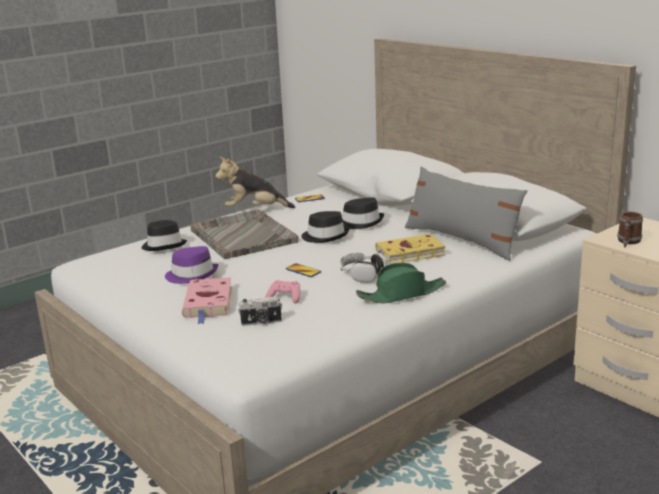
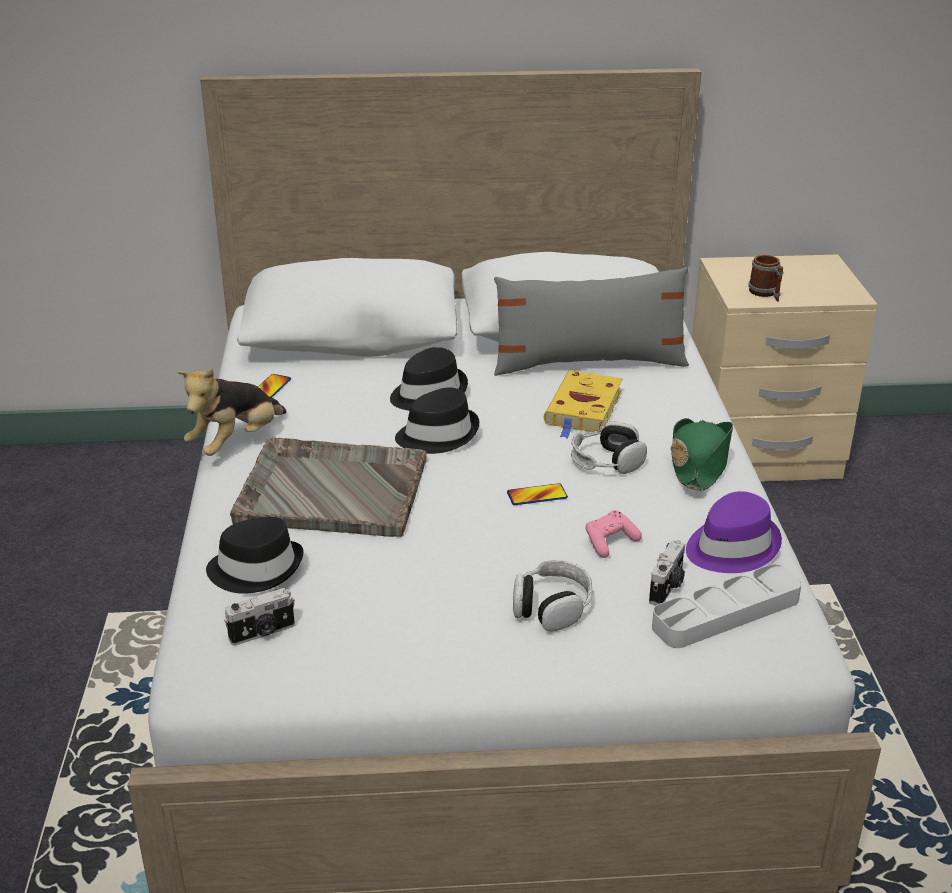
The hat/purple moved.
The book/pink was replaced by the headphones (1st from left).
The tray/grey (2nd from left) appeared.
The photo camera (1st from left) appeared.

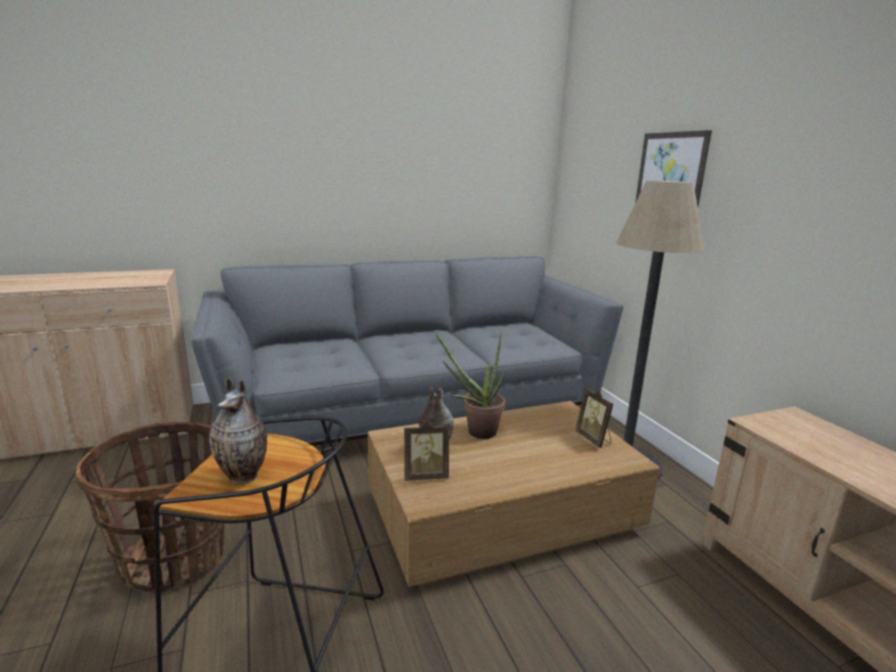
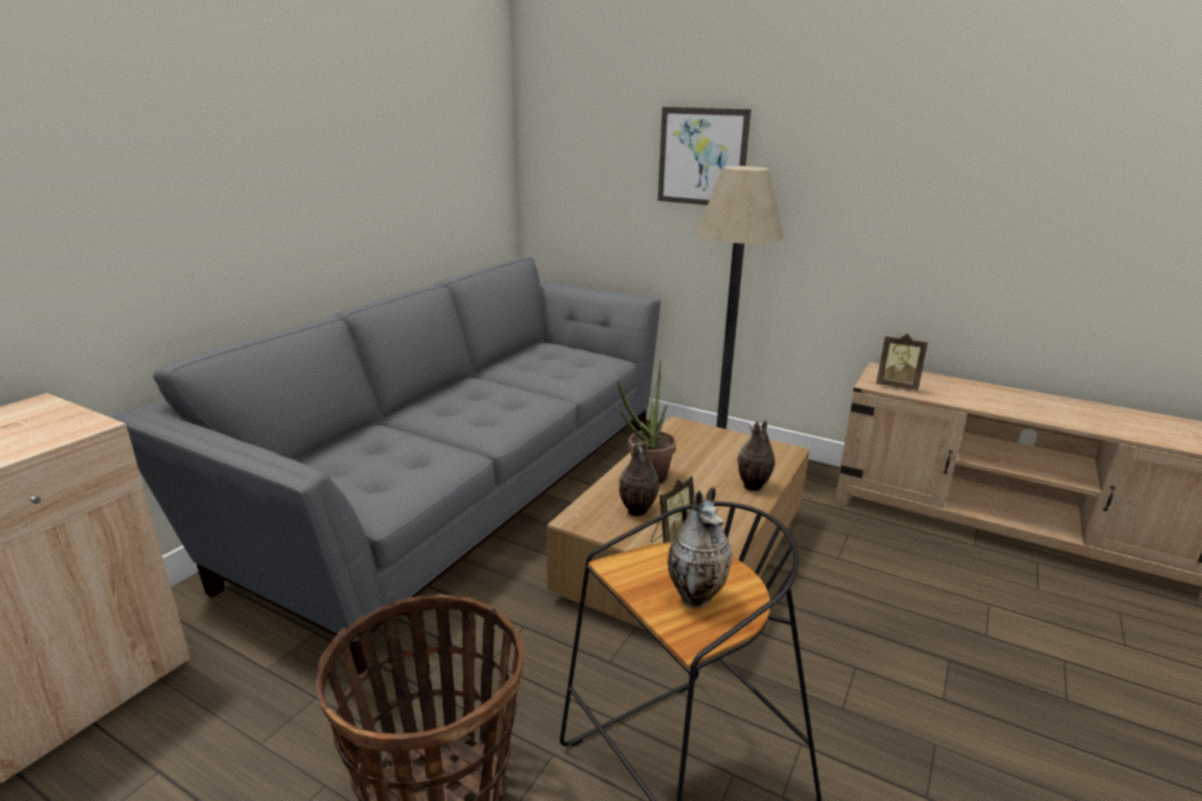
The picture frame (2nd from left) moved.
The vase (3rd from left) appeared.

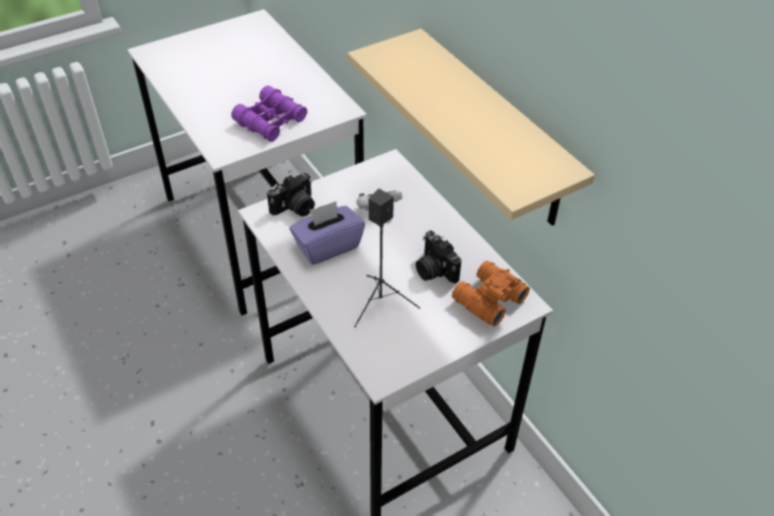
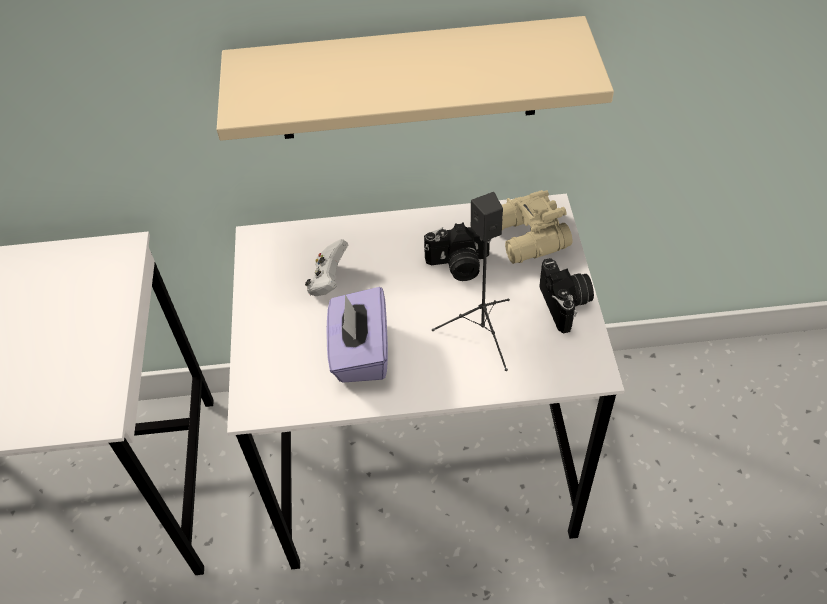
The binoculars/purple disappeared.
The photo camera (1st from left in the first image) moved.
The binoculars/orange became the binoculars/beige.

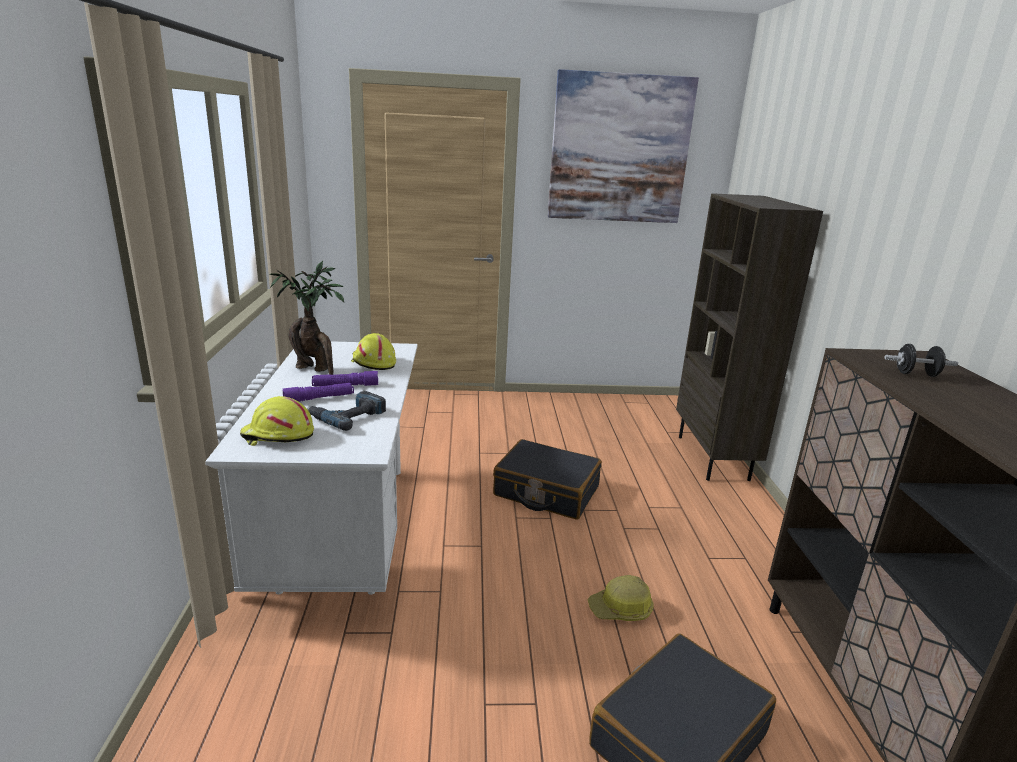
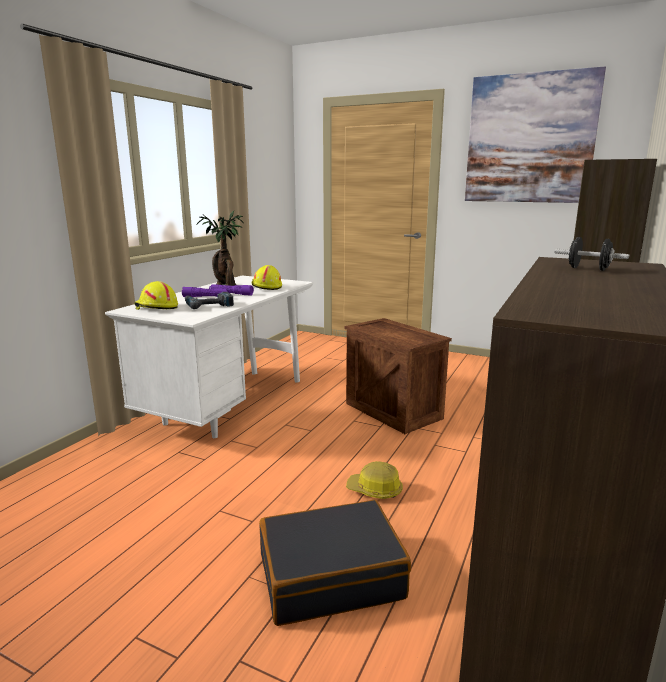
The suitcase/black (1st from left) was replaced by the crate.

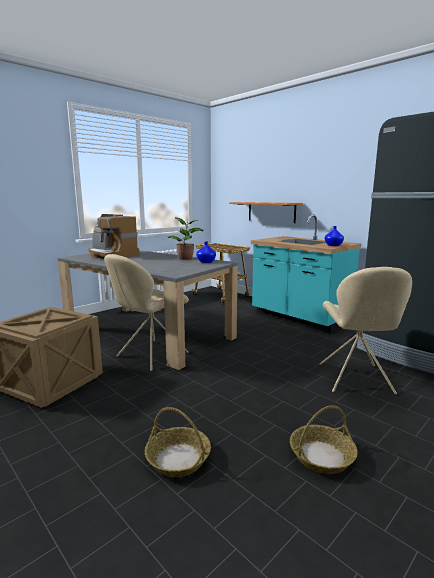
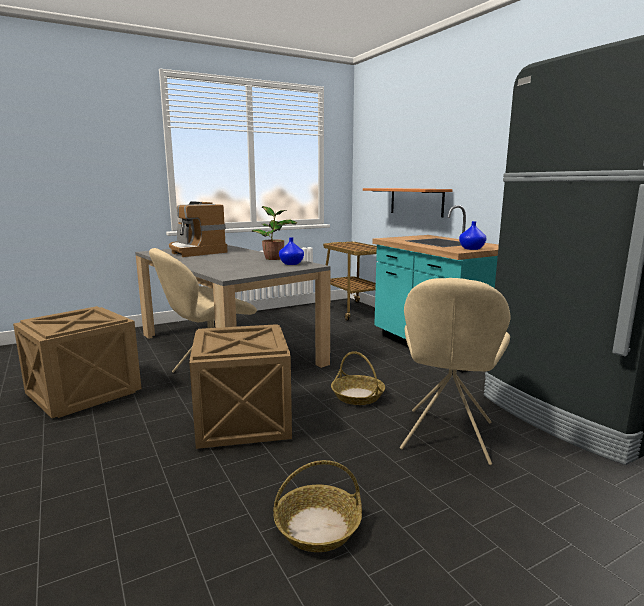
The basket (1st from left in the first image) moved.
The crate (2nd from left) appeared.

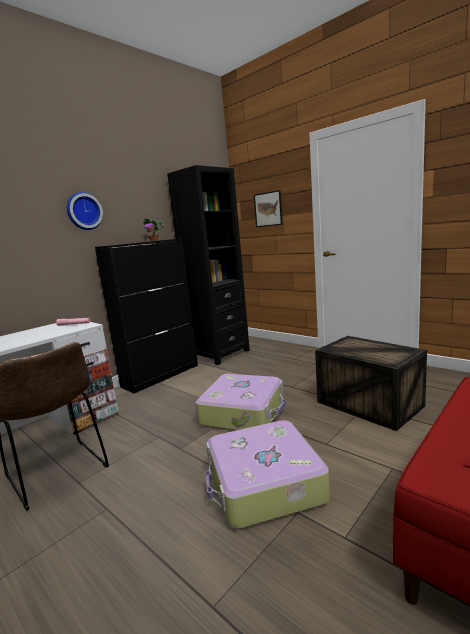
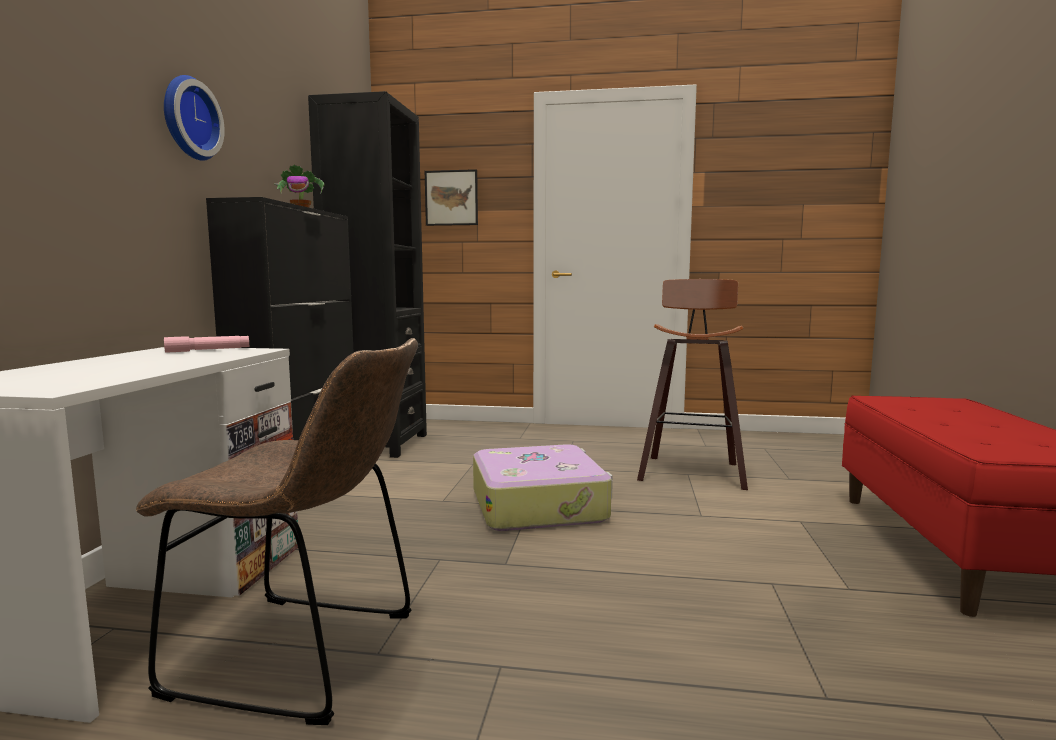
The crate was replaced by the stool.
The suitcase (2nd from left) disappeared.

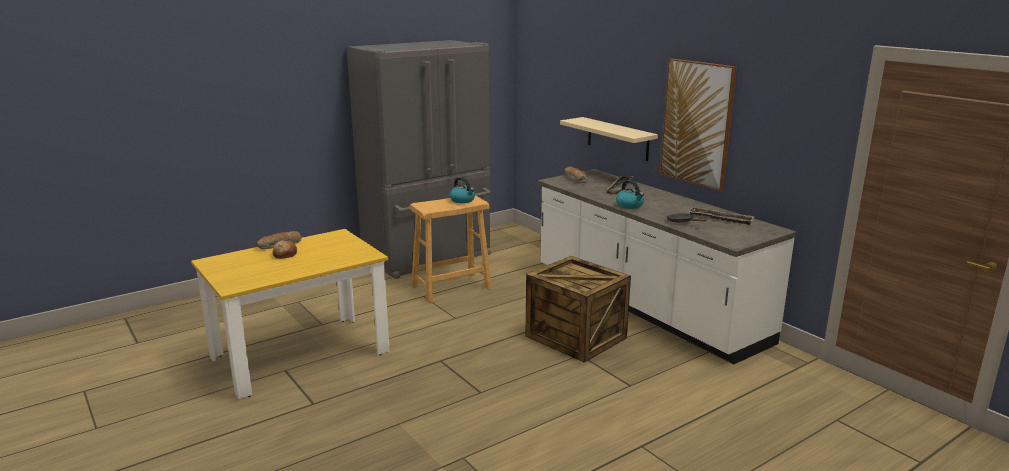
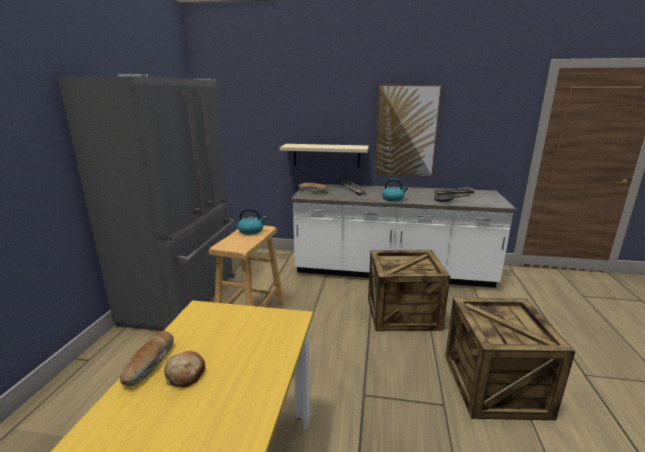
The crate (2nd from left) appeared.

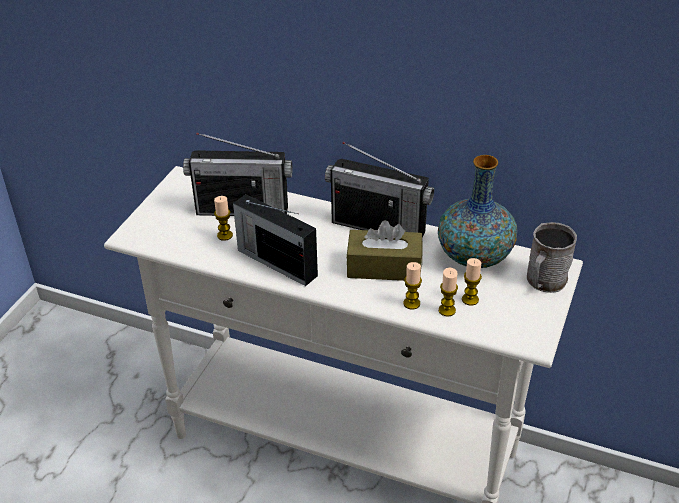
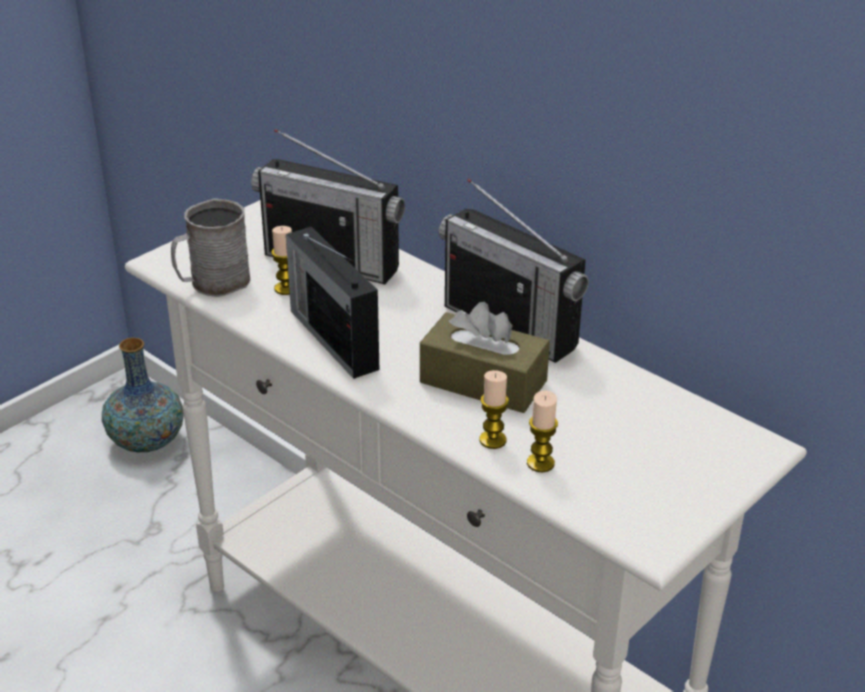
The vase moved.
The mug/grey moved.
The candle (4th from left) disappeared.

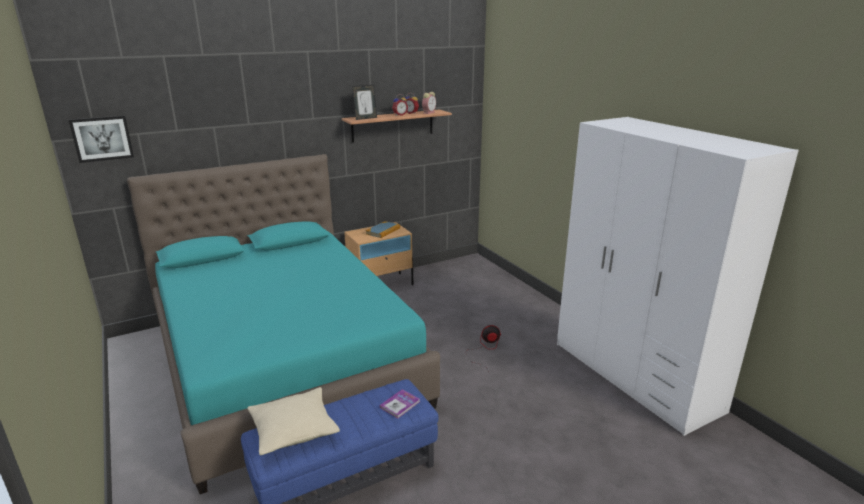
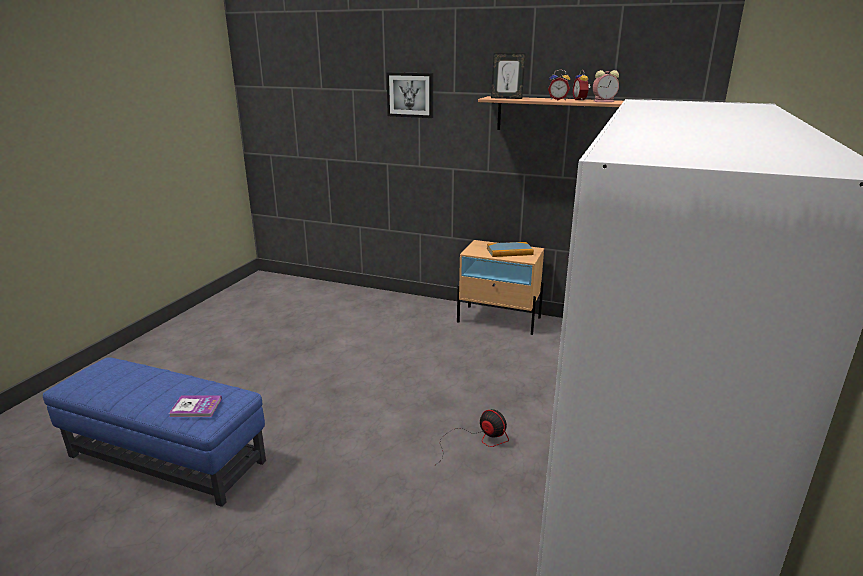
The picture moved.
The bed/turquoise disappeared.
The pillow/beige disappeared.

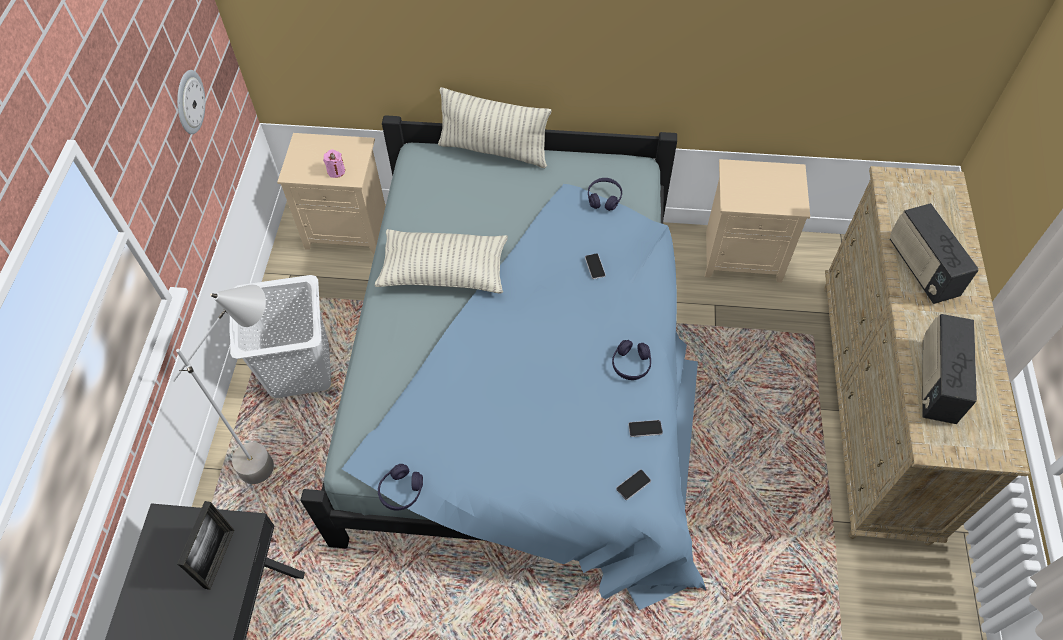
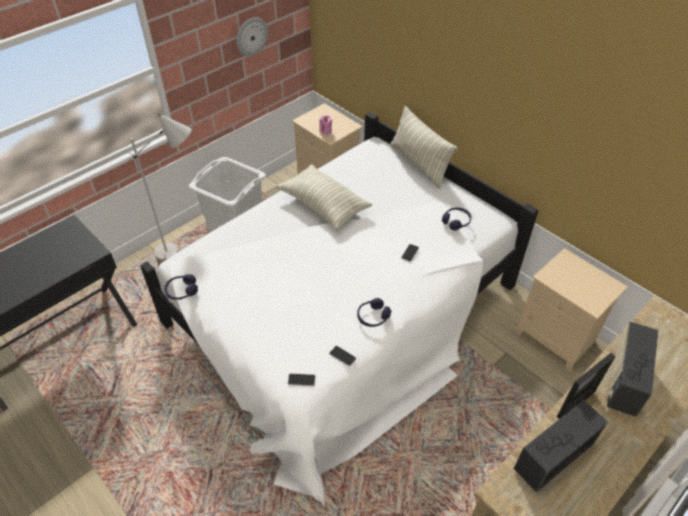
The bed/blue became the bed/white.
The picture frame moved.

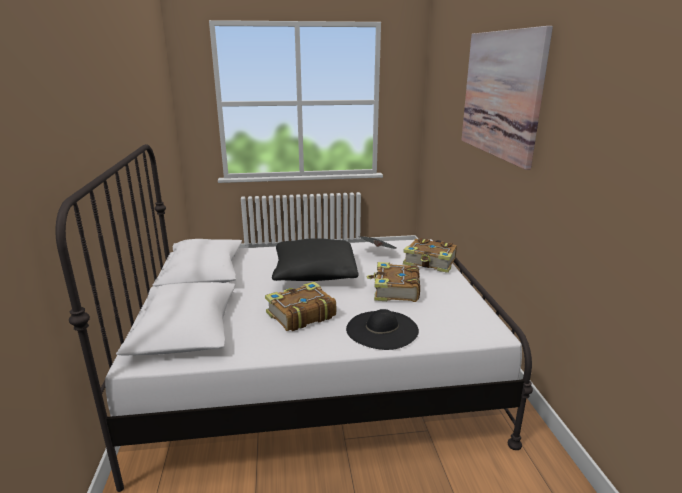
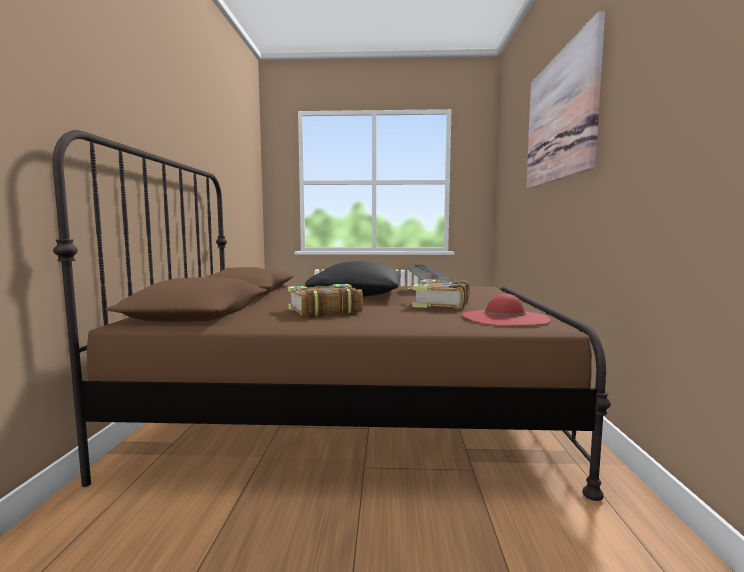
The bed/white became the bed/brown.
The book (3rd from left) disappeared.
The hat/black disappeared.
The hat/red appeared.

